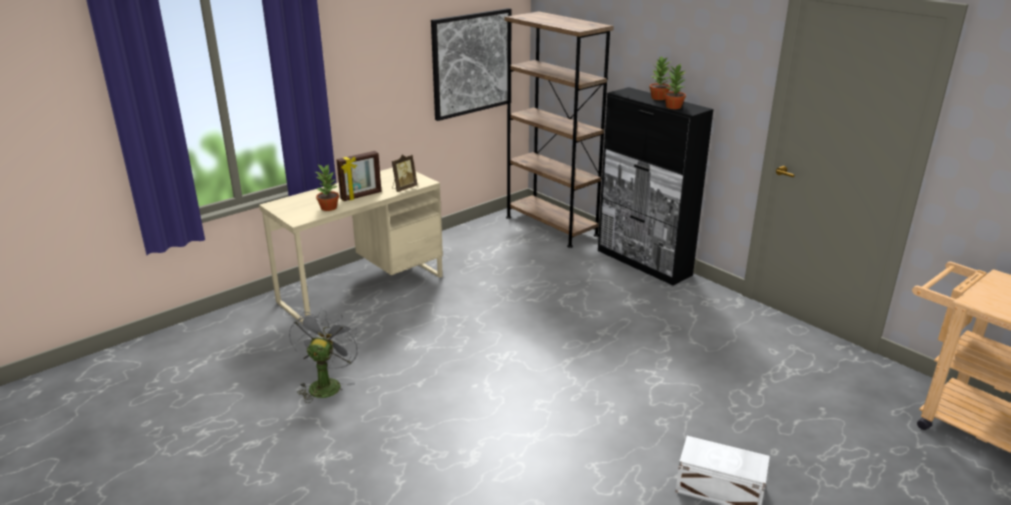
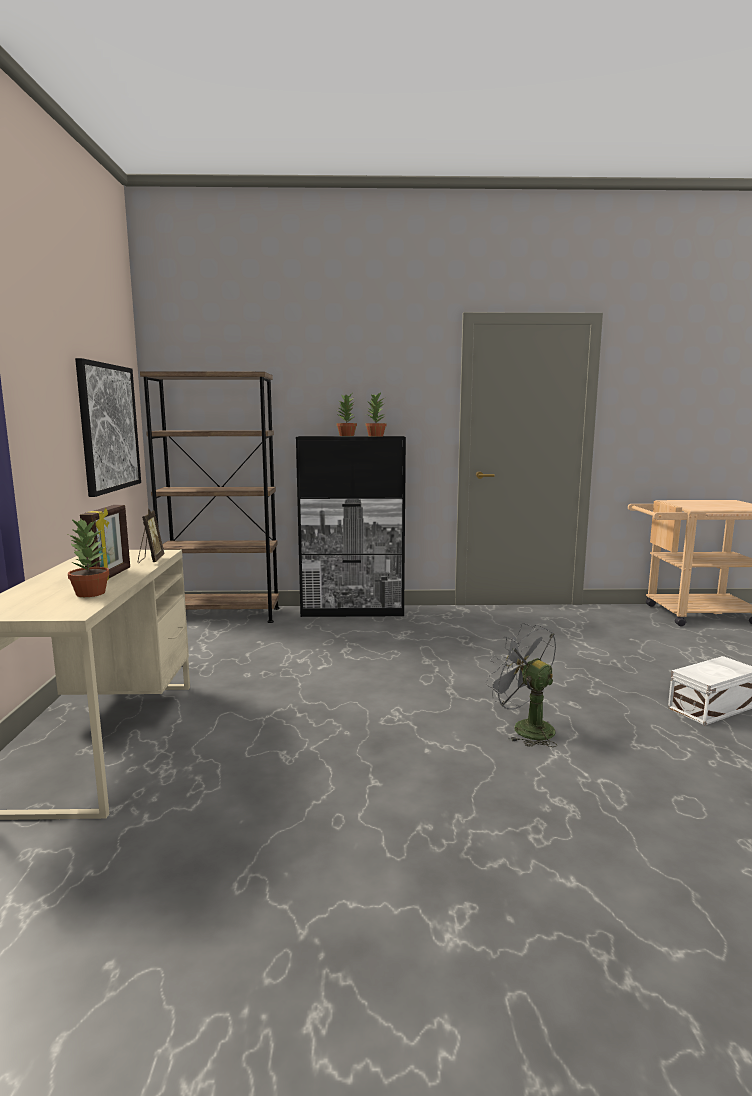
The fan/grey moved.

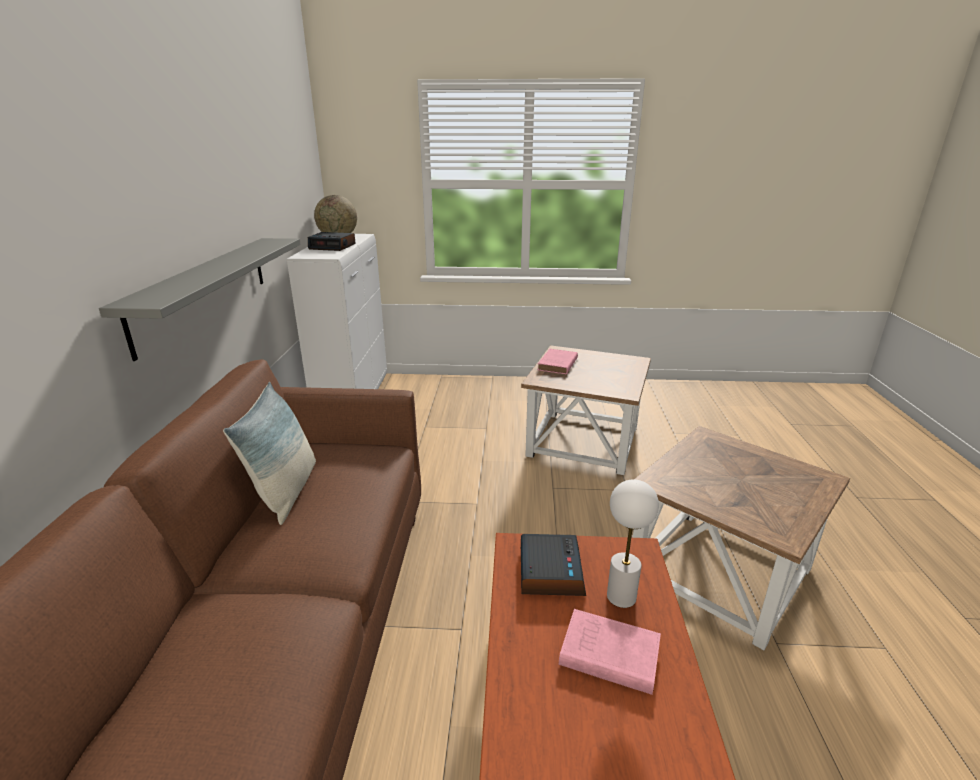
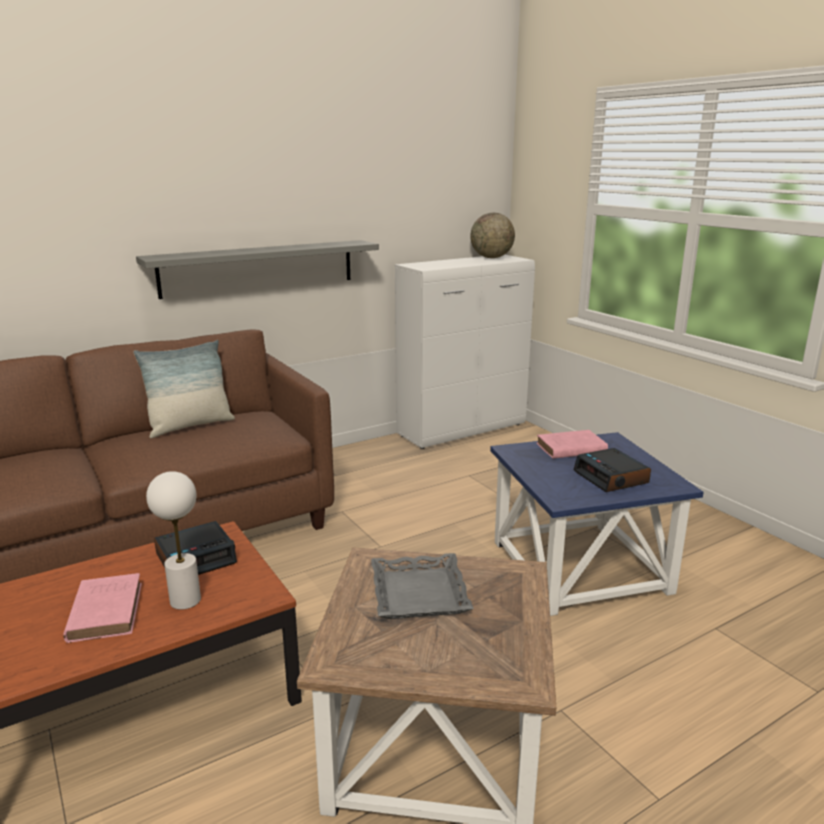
The alarm clock (1st from left in the first image) moved.
The side table/brown (1st from left) became the side table/blue.
The tray/grey appeared.

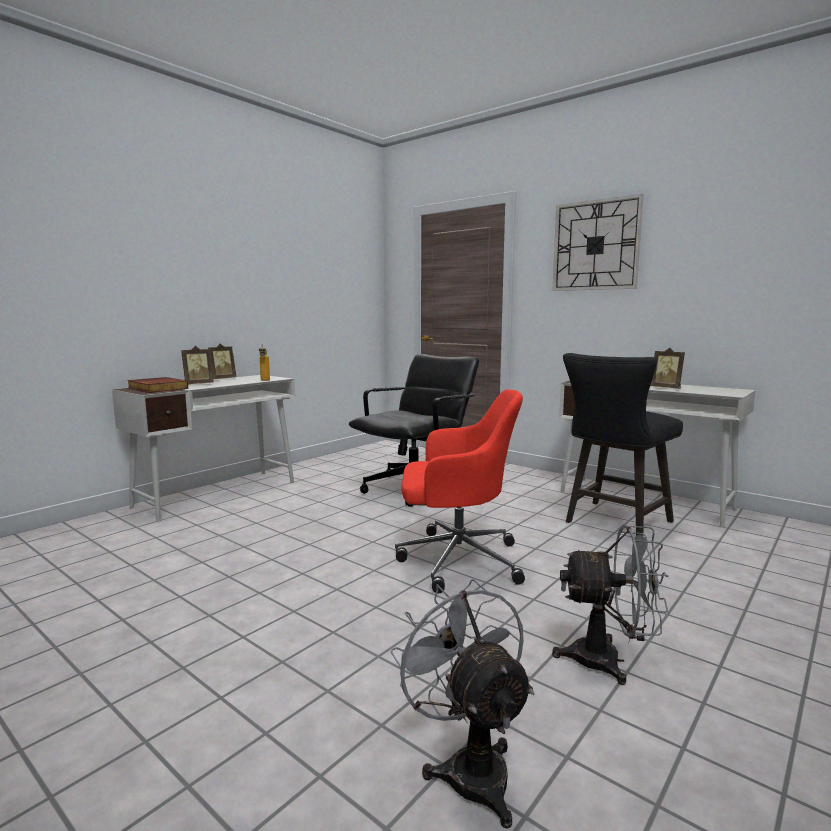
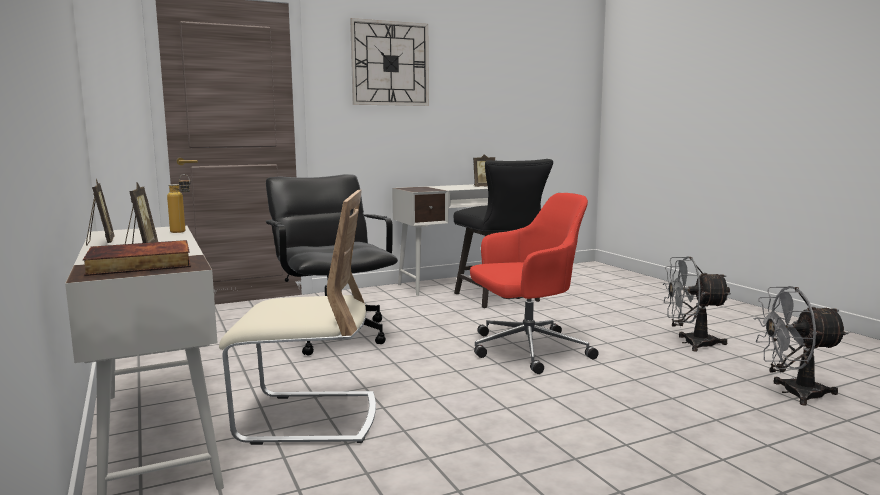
The office chair/red turned 45 degrees clockwise.
The fan/grey (2nd from left in the first image) turned 120 degrees counterclockwise.
The chair/beige appeared.

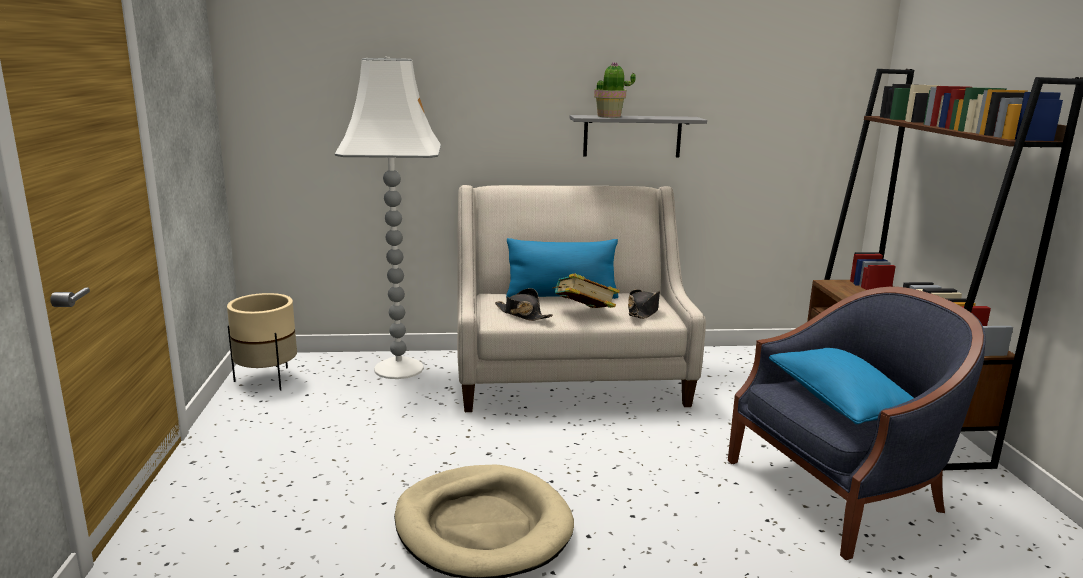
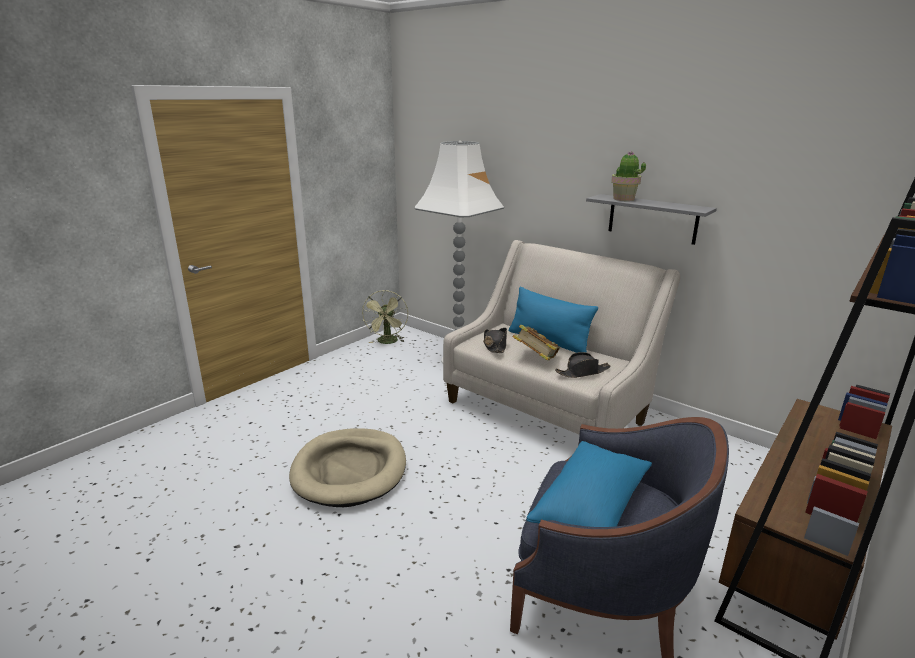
The planter/beige was replaced by the fan/green.

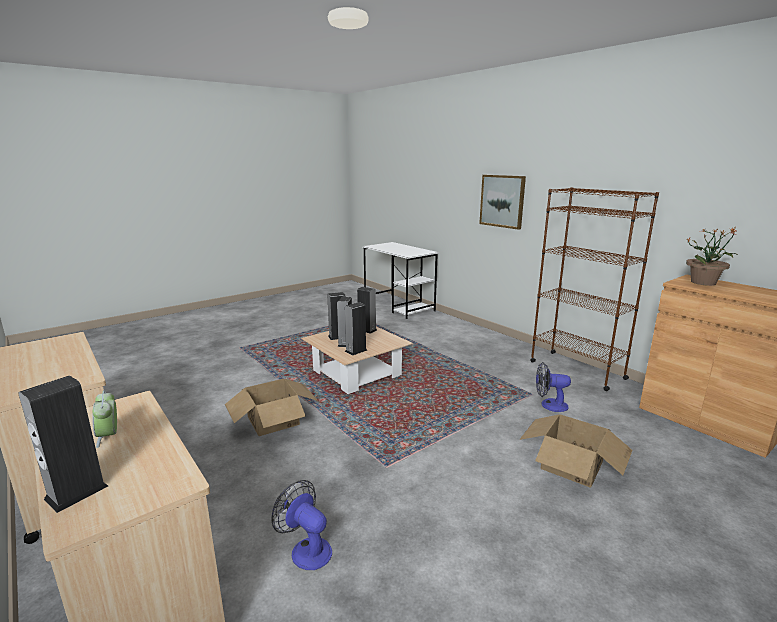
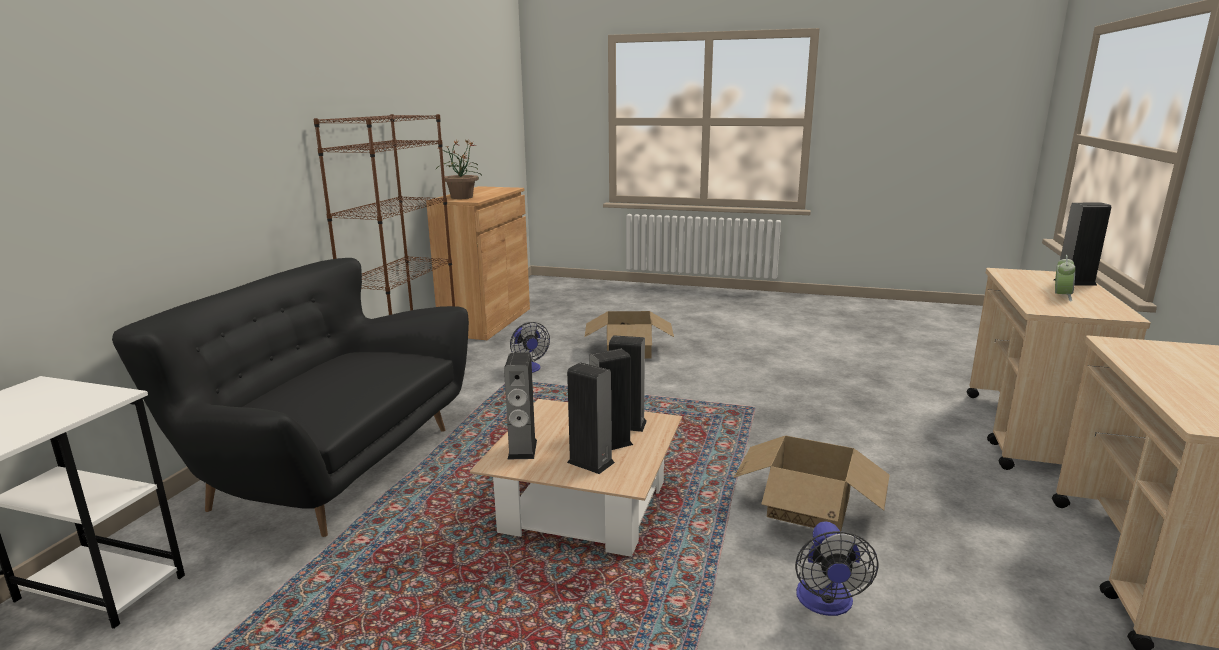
The picture disappeared.
The fan (1st from left in the first image) moved.
The sofa/black appeared.

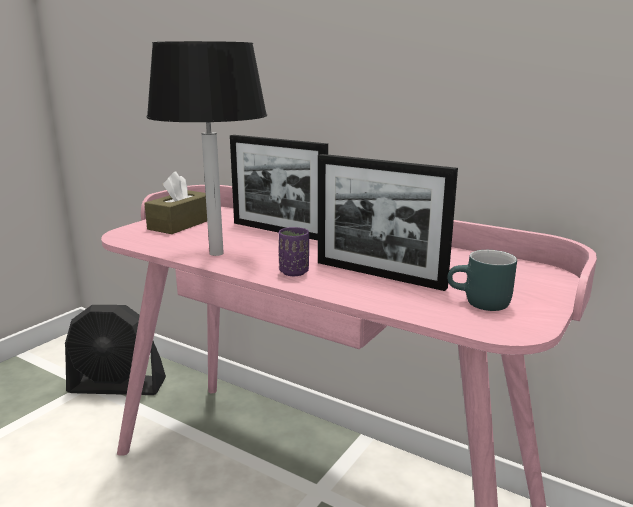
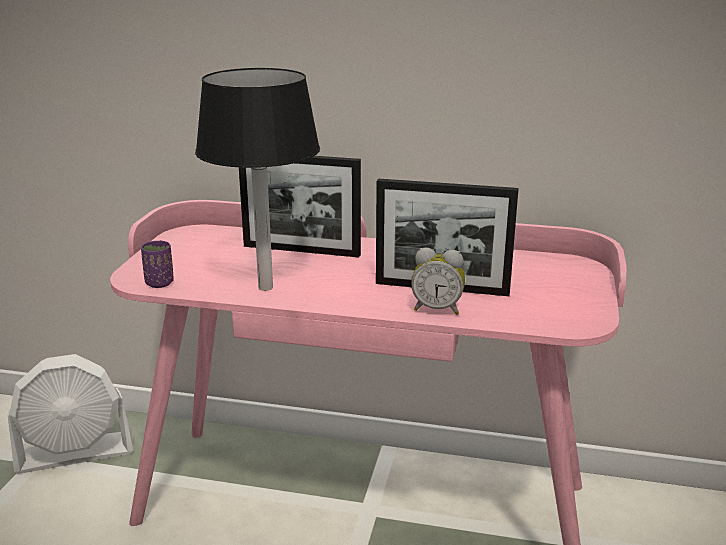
The tissue box/brown disappeared.
The cup/purple moved.
The mug/turquoise disappeared.
The fan/black became the fan/white.
The alarm clock appeared.

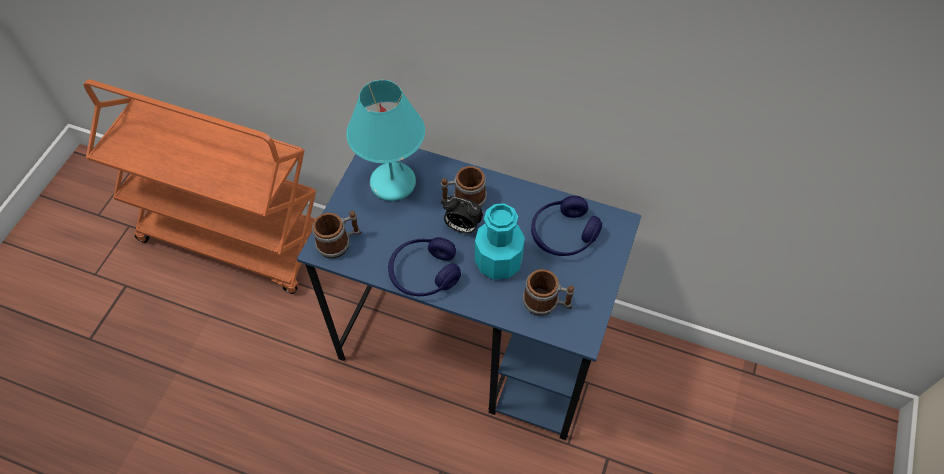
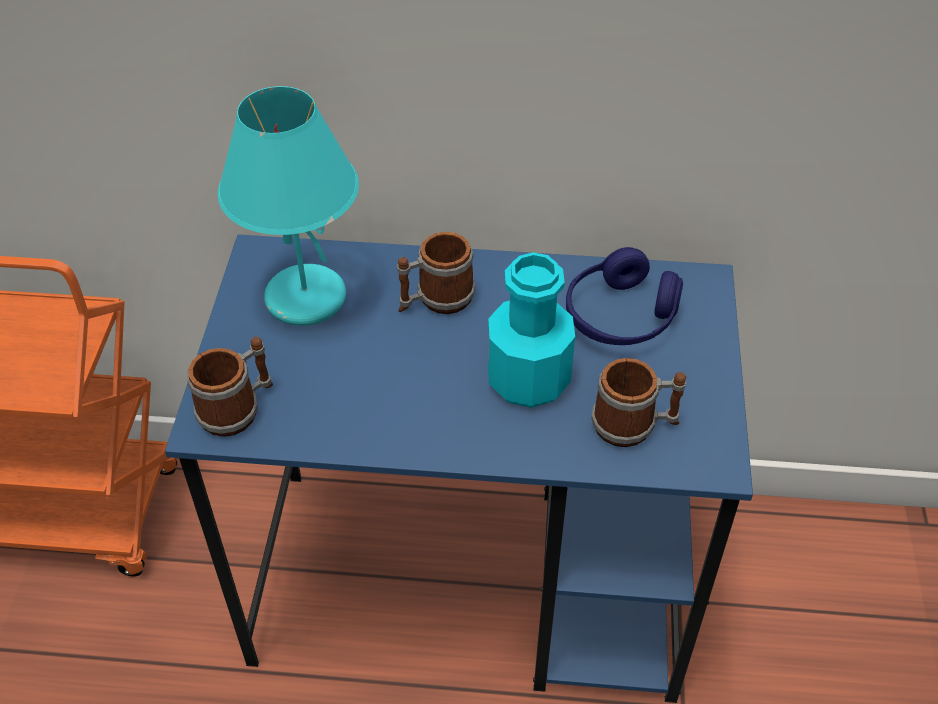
The alarm clock disappeared.
The headphones/blue (1st from left) disappeared.

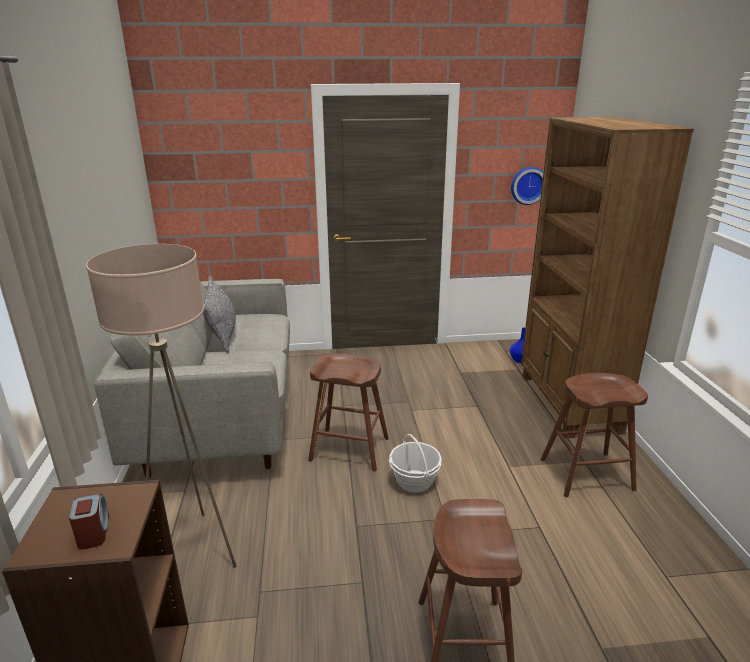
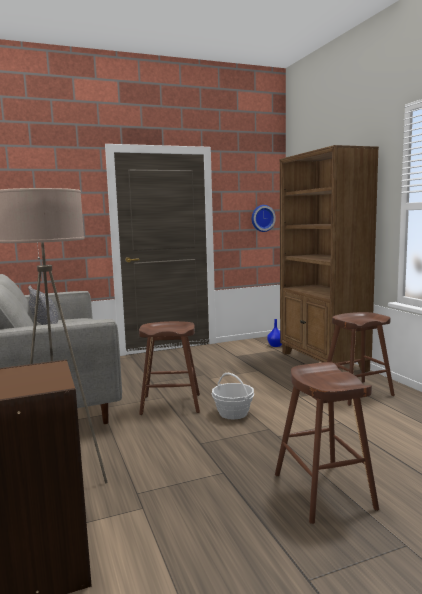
The alarm clock disappeared.

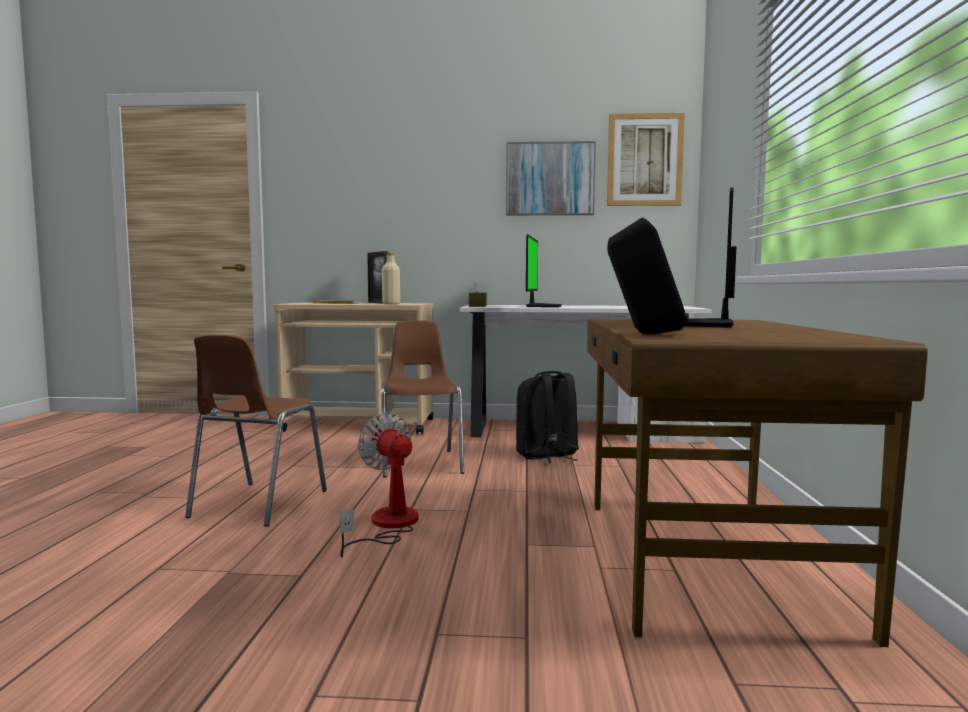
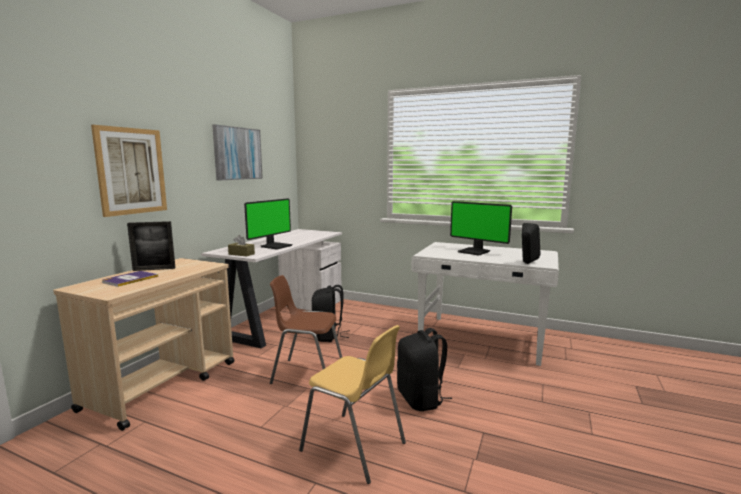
The picture (2nd from left in the first image) moved.
The monitor (1st from left) turned 90 degrees clockwise.
The bottle/beige disappeared.
The desk/brown became the desk/white (2nd from left).
The chair/brown (1st from left) became the chair/yellow.
The fan was replaced by the backpack/black (2nd from left).

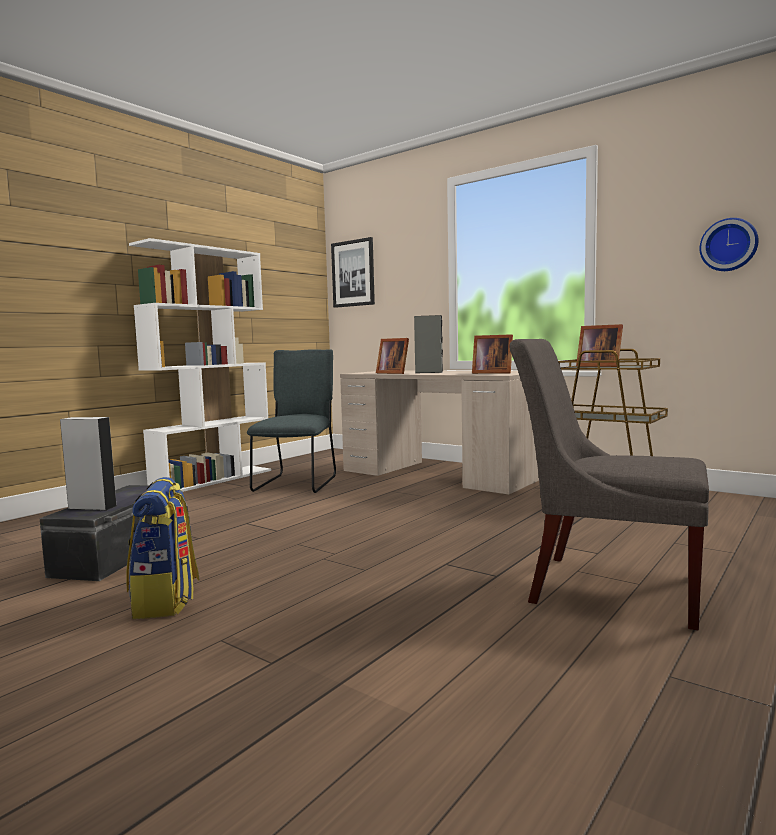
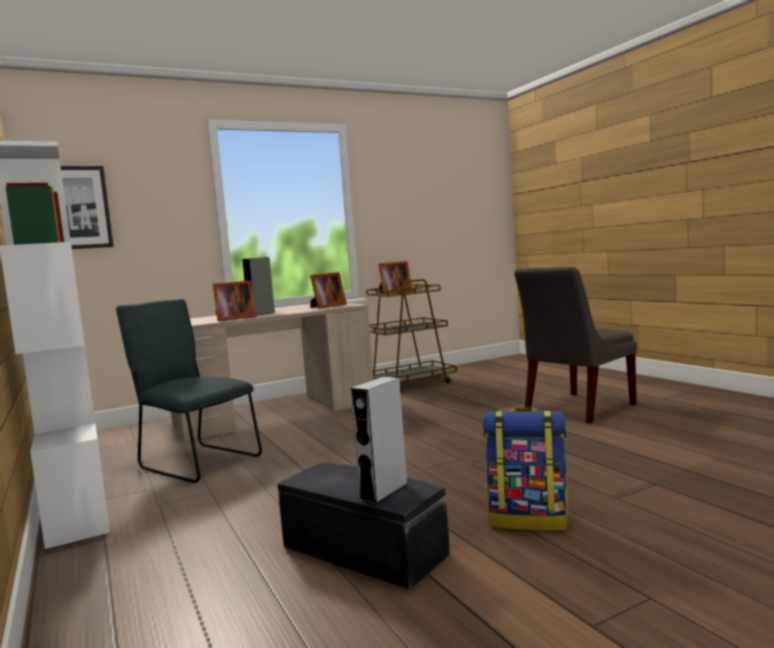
The wall clock disappeared.

